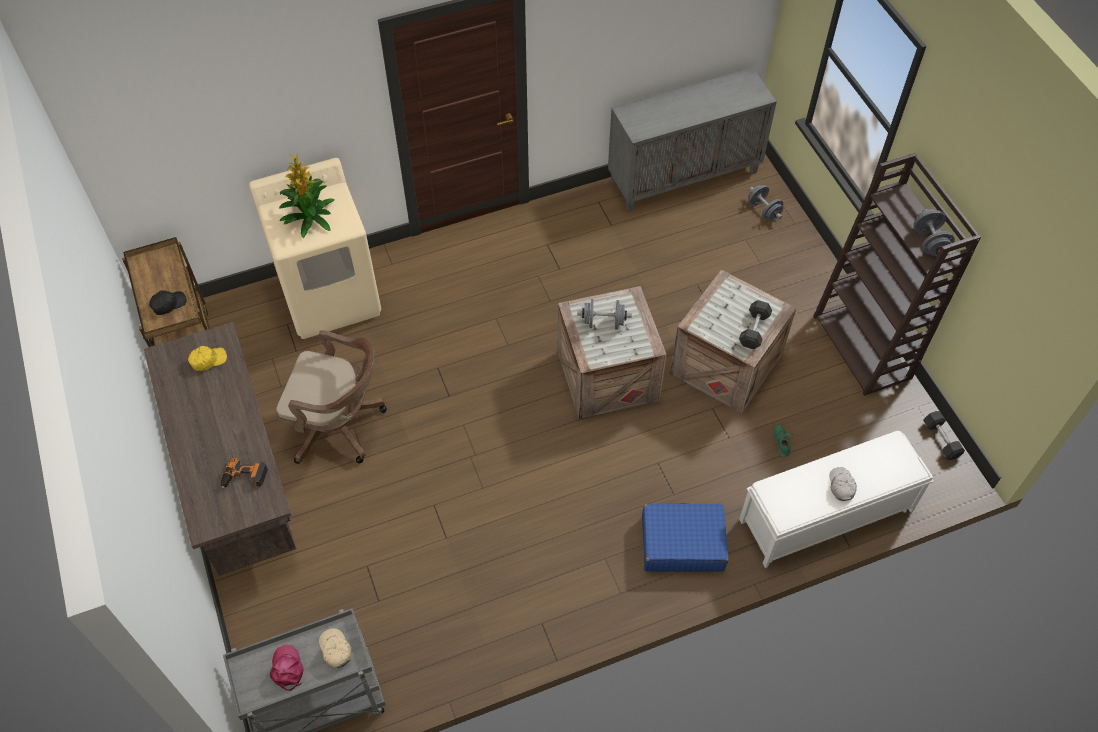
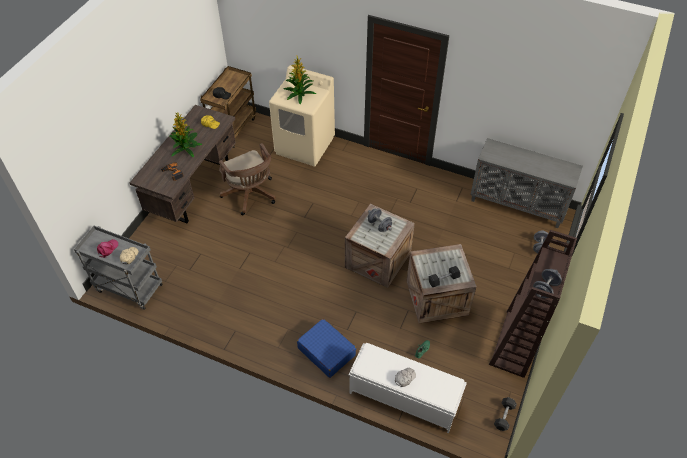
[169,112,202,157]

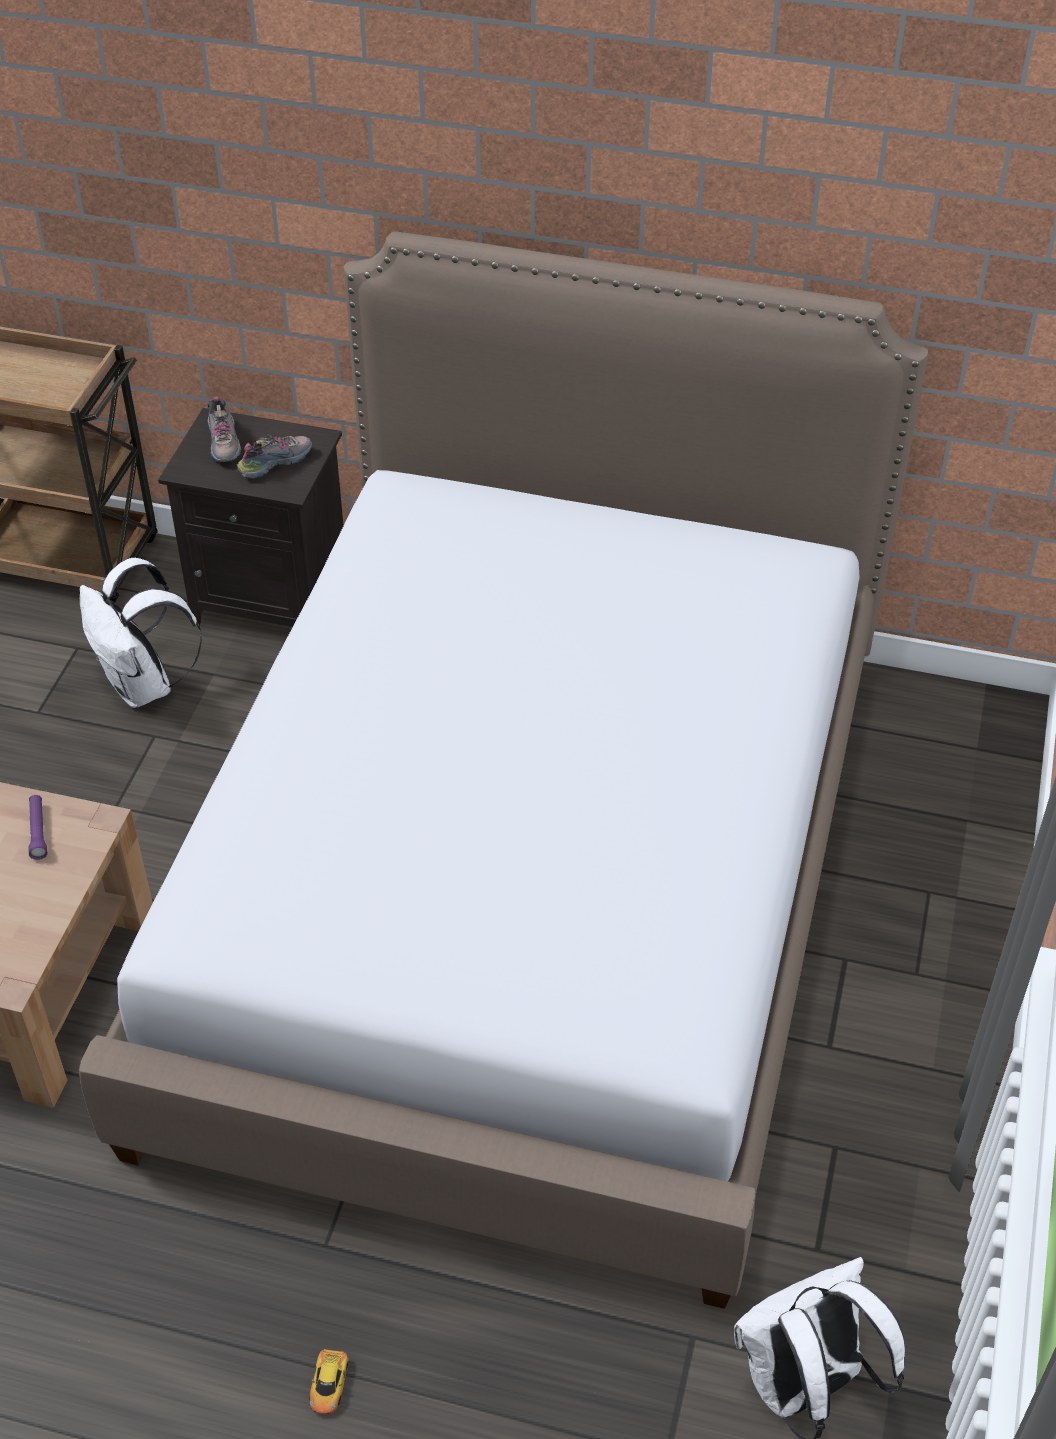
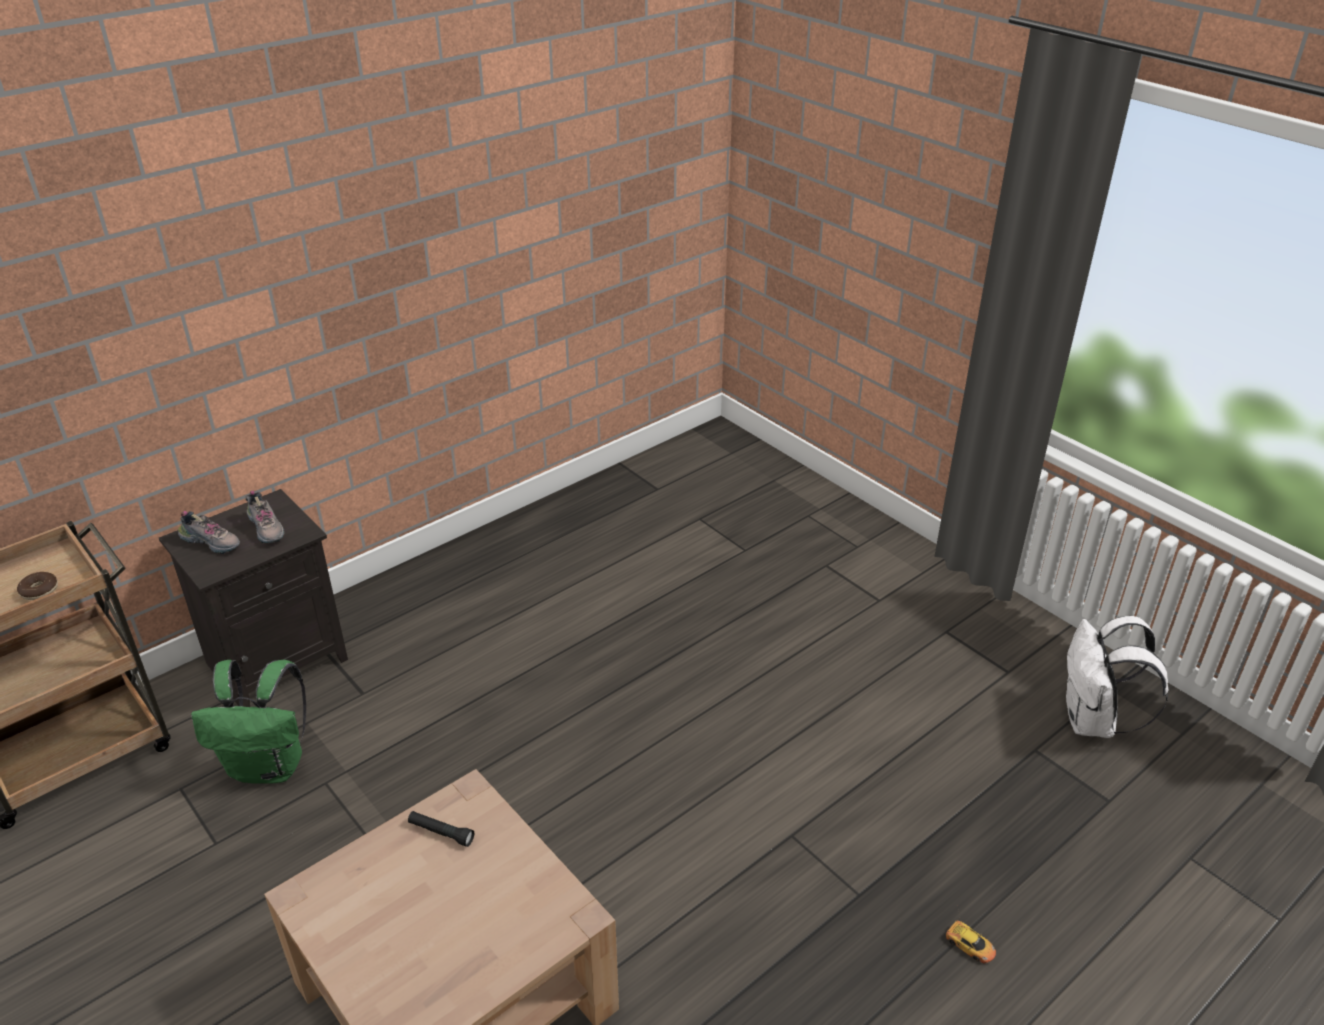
[79,231,928,1309] (first image)
[246,490,284,543]
[191,660,306,784]
[408,811,474,847]
[17,572,58,600]

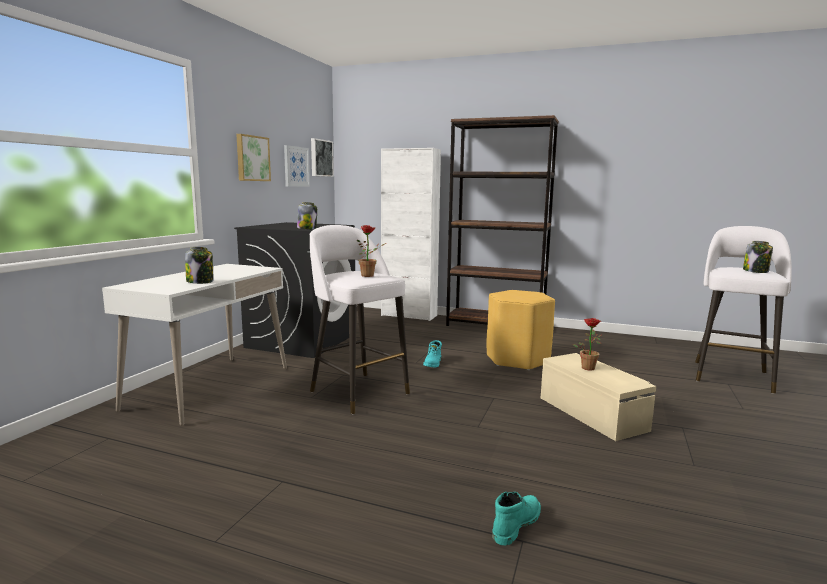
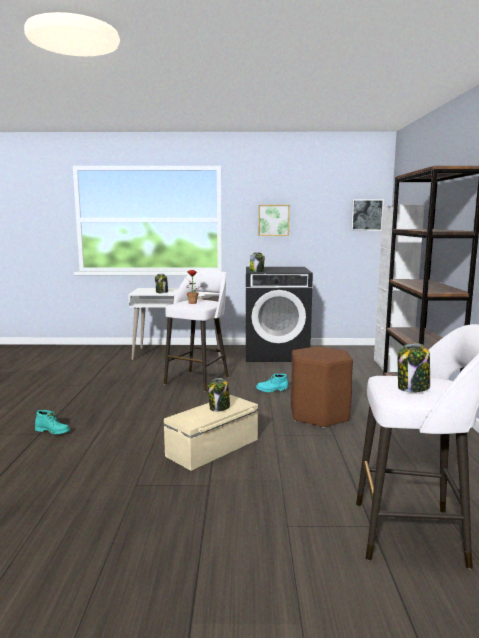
[284,145,310,187] (first image)
[291,346,353,428]
[208,378,230,412]

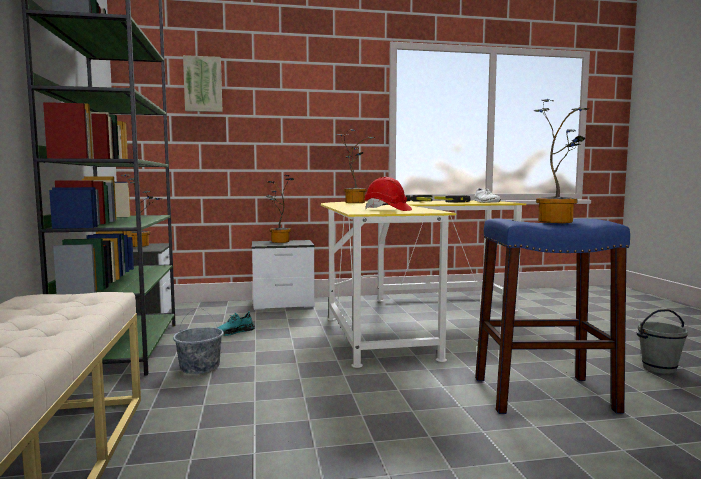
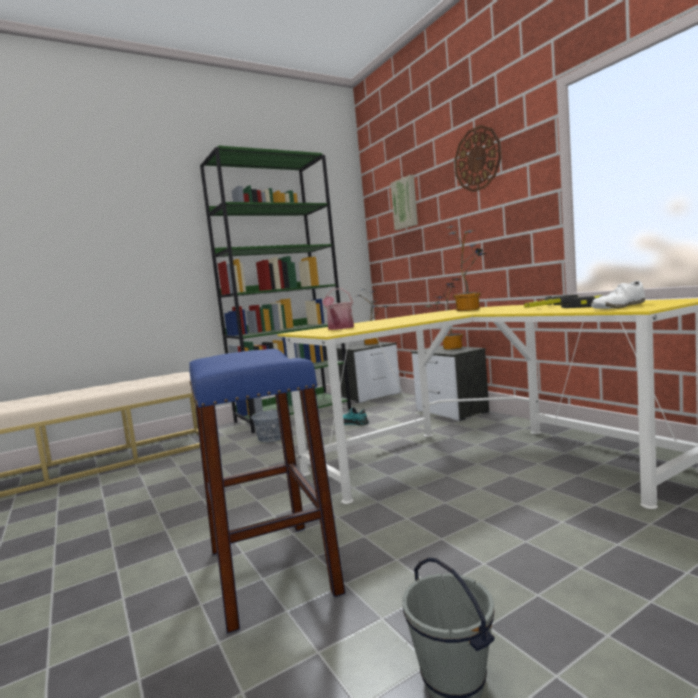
[533,99,589,223] (first image)
[322,288,354,330]
[454,125,501,192]

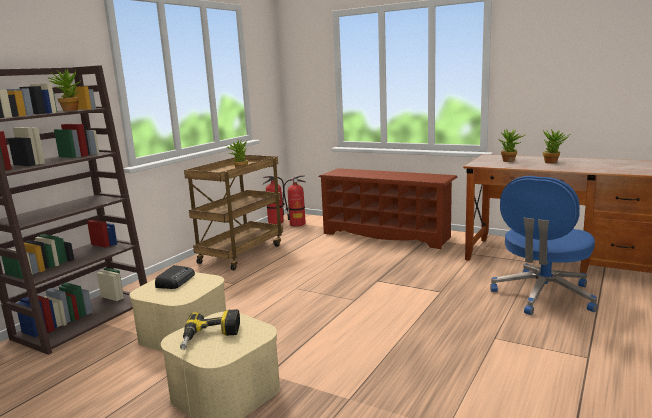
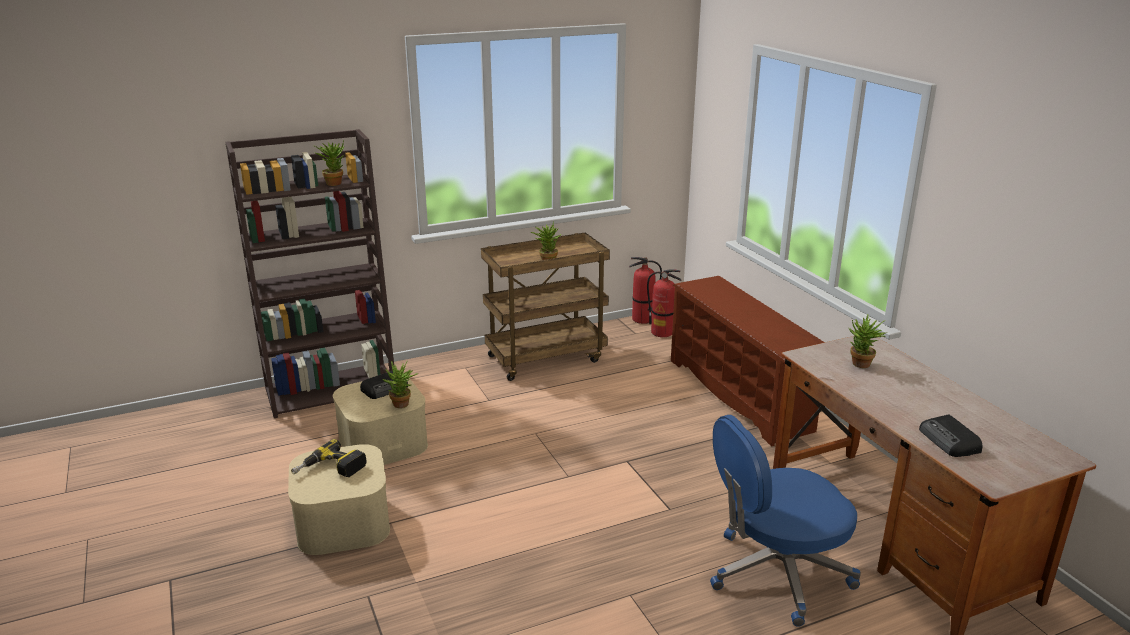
[382,361,419,408]
[919,414,983,457]

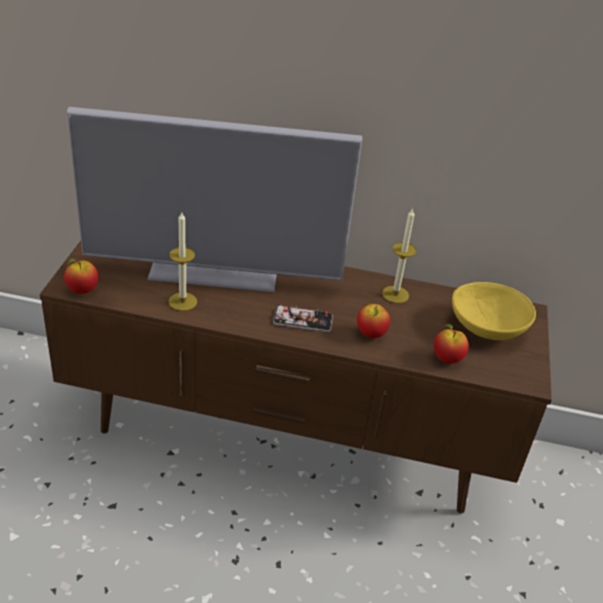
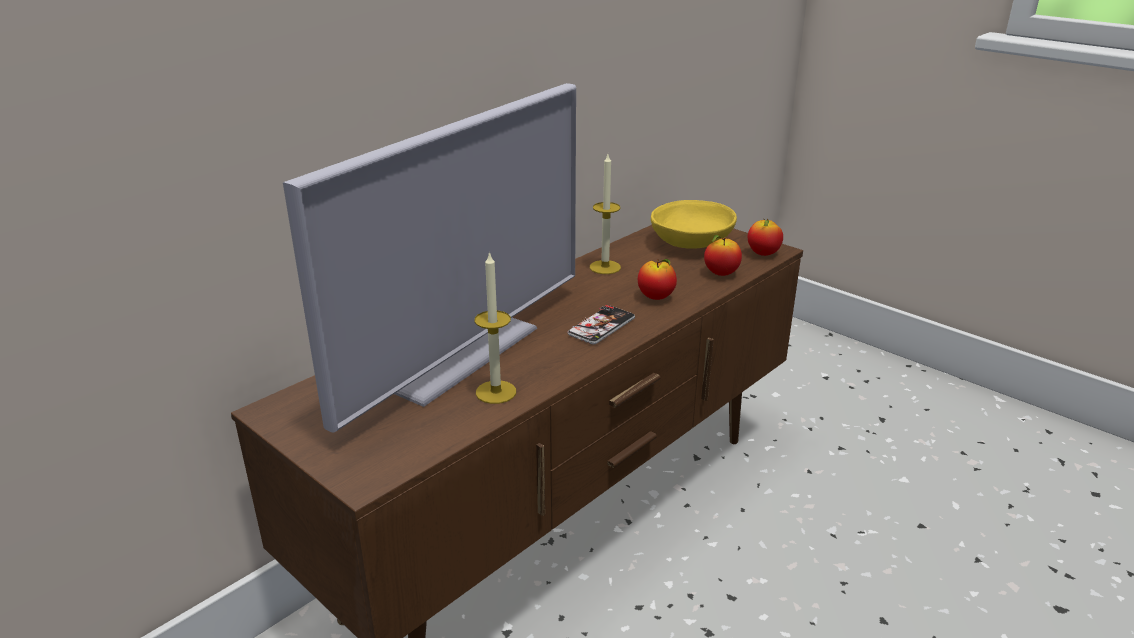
[748,218,783,256]

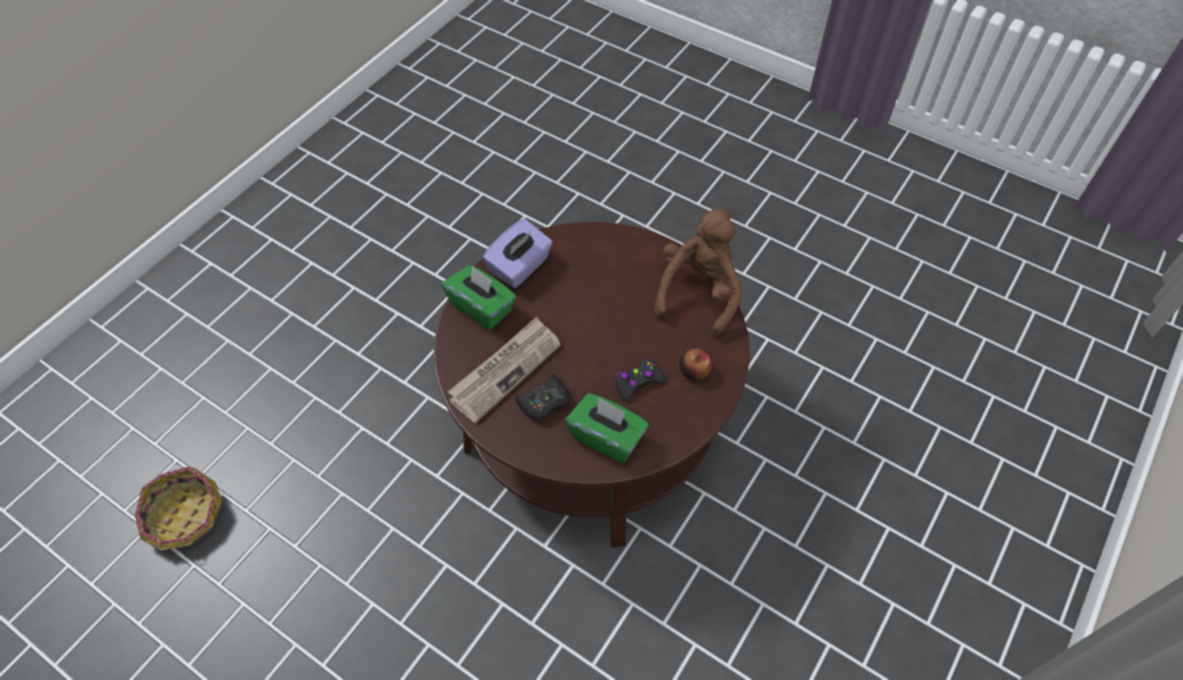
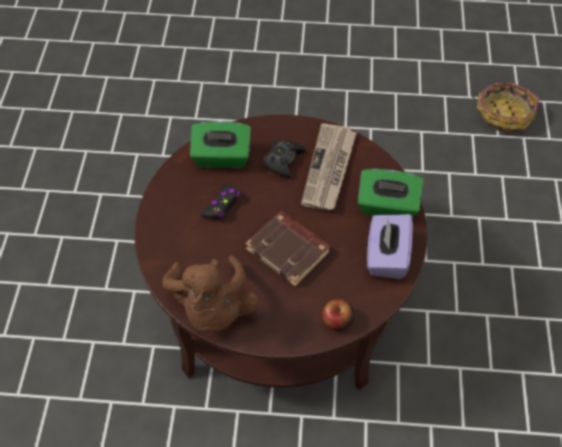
[322,299,354,331]
[245,211,331,287]

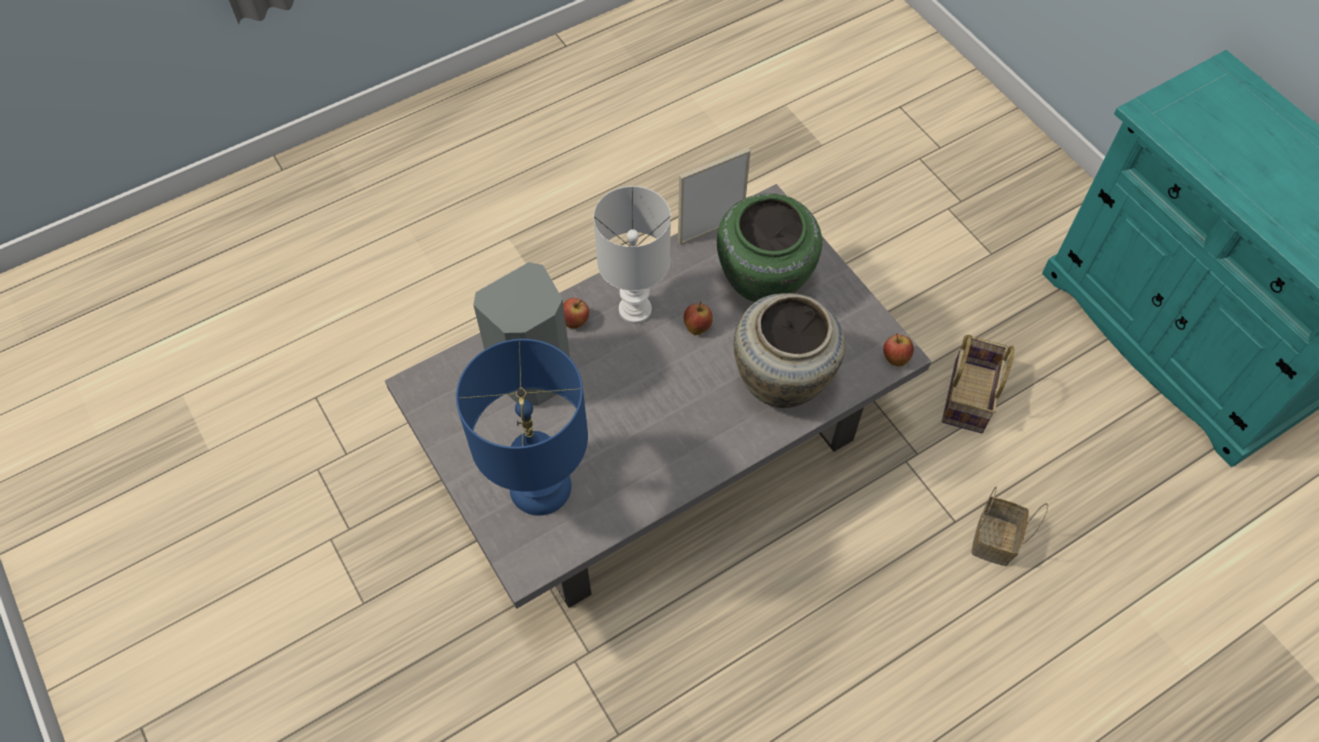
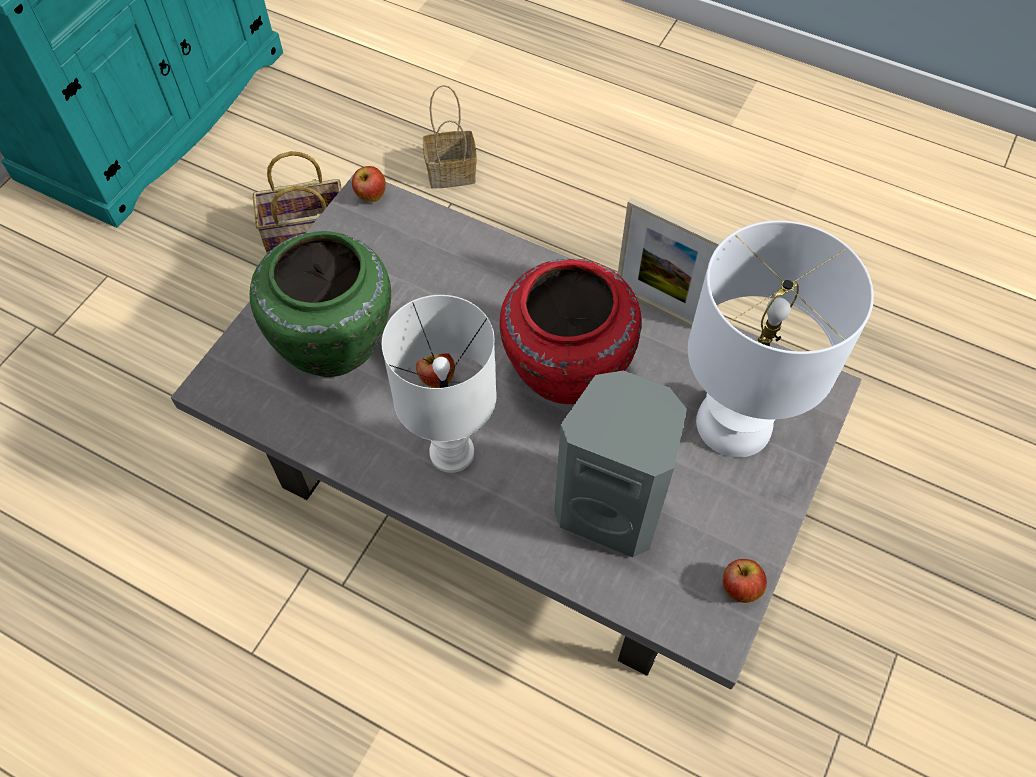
[618,198,723,327]
[734,293,845,408] (first image)
[723,559,767,603]
[688,221,874,458]
[500,258,642,404]

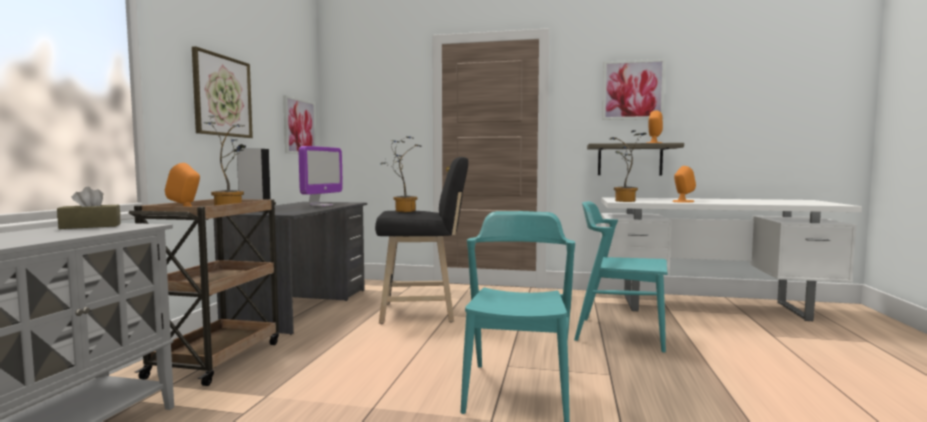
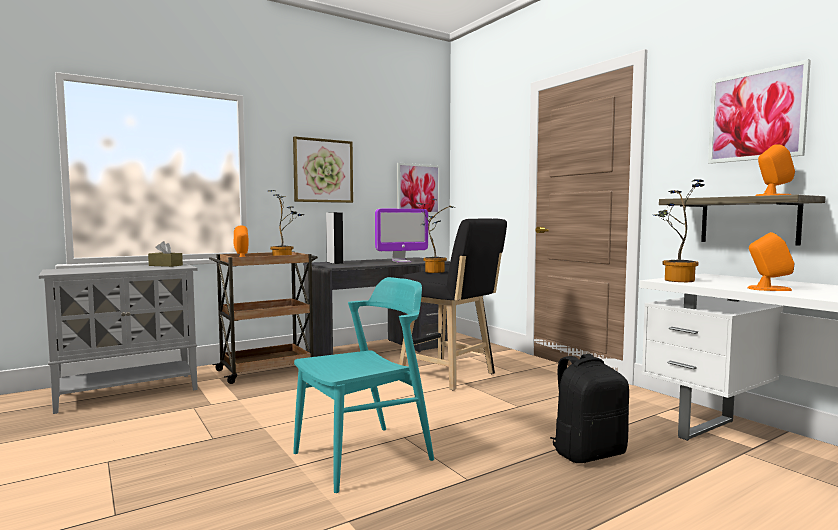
[550,354,629,463]

